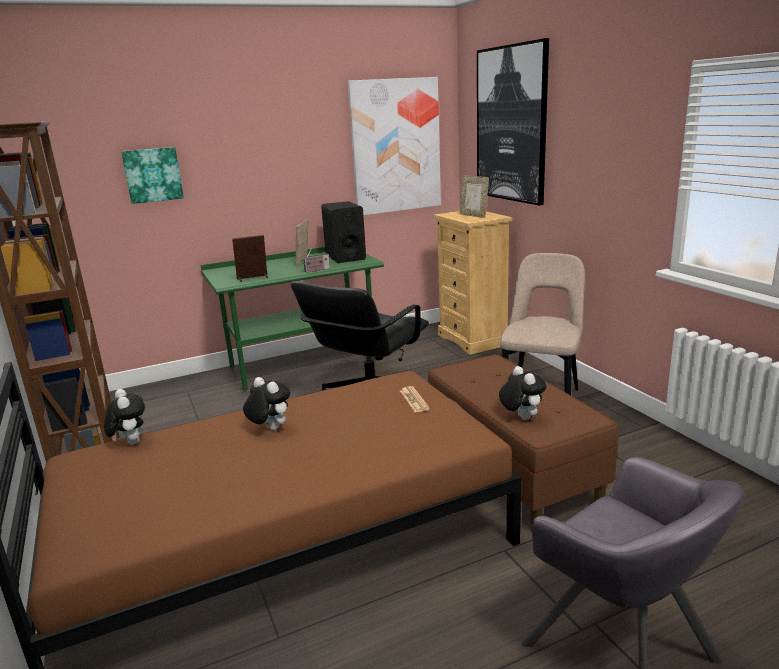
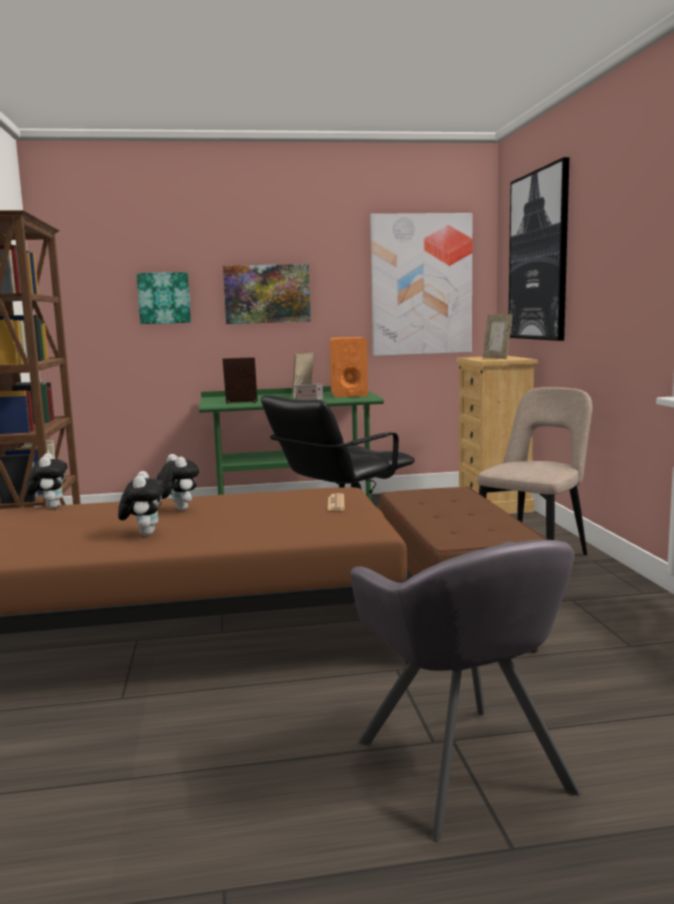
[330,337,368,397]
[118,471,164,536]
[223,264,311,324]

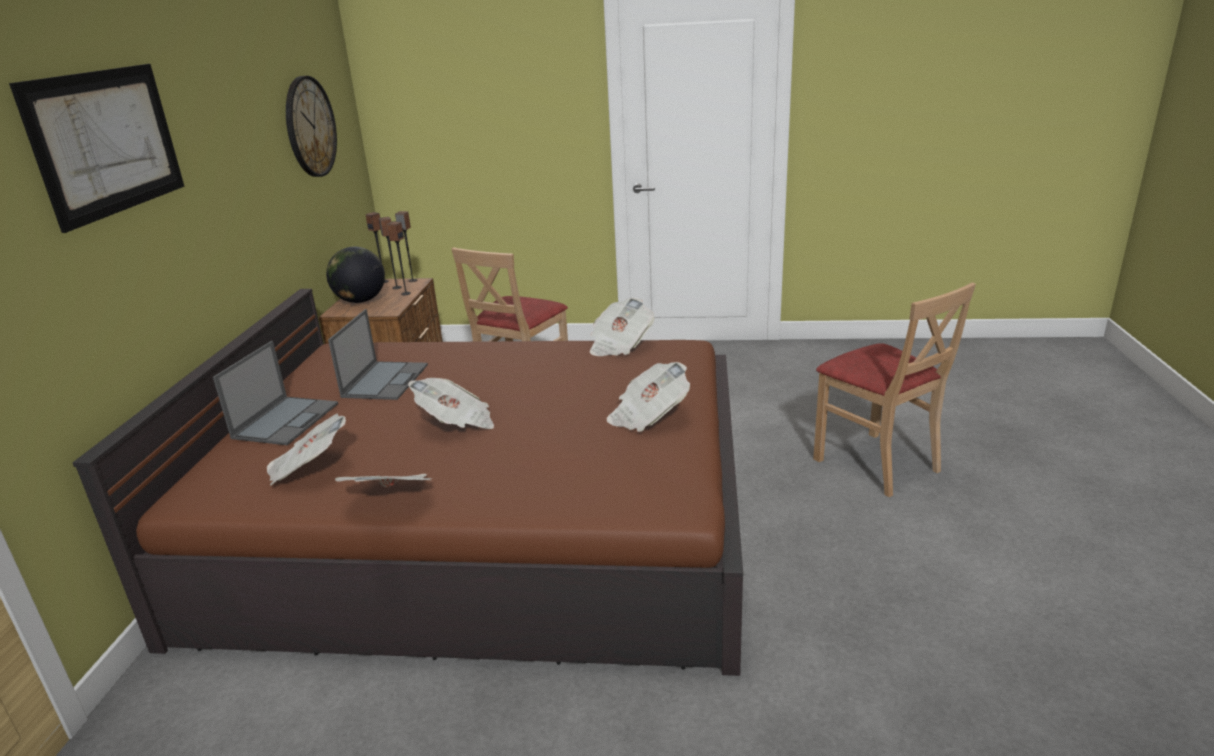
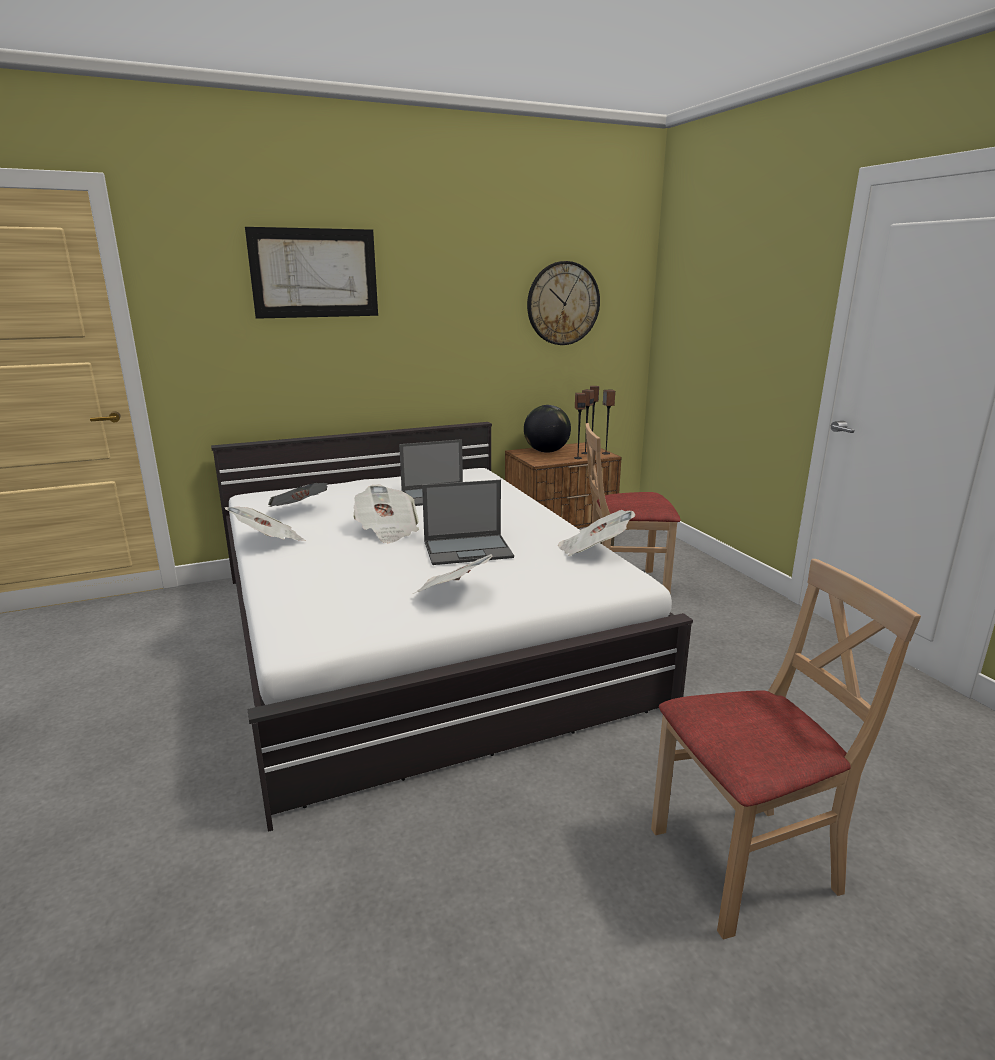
[651,559,921,940]
[211,422,693,832]
[422,480,514,565]

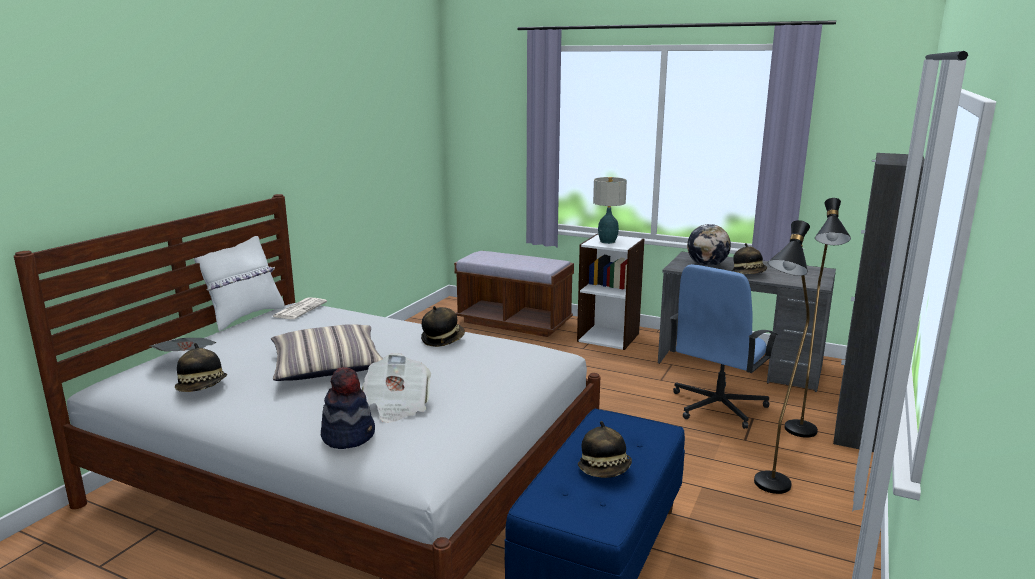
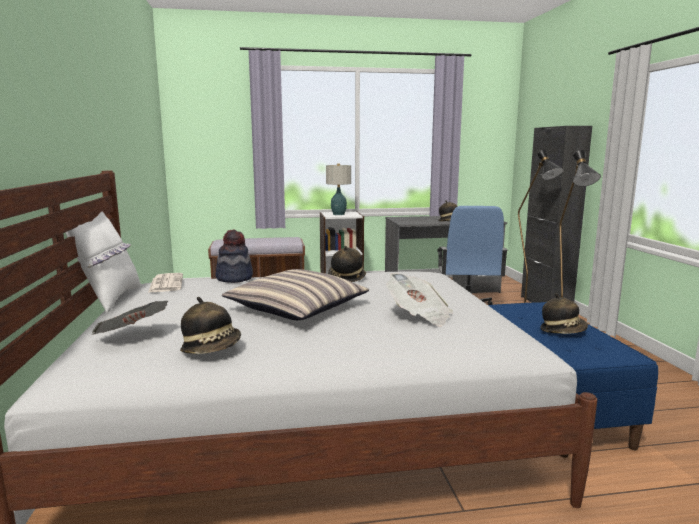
[687,224,731,266] (first image)
[216,230,253,283]

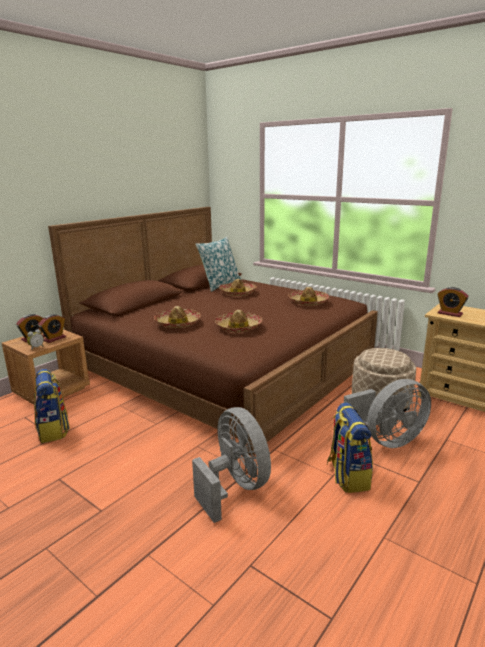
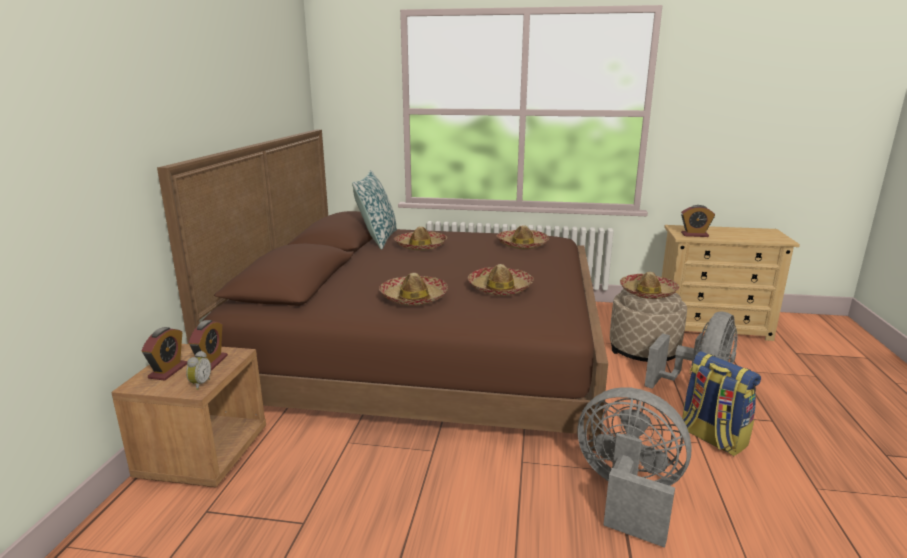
[34,369,70,443] (first image)
[620,272,680,299]

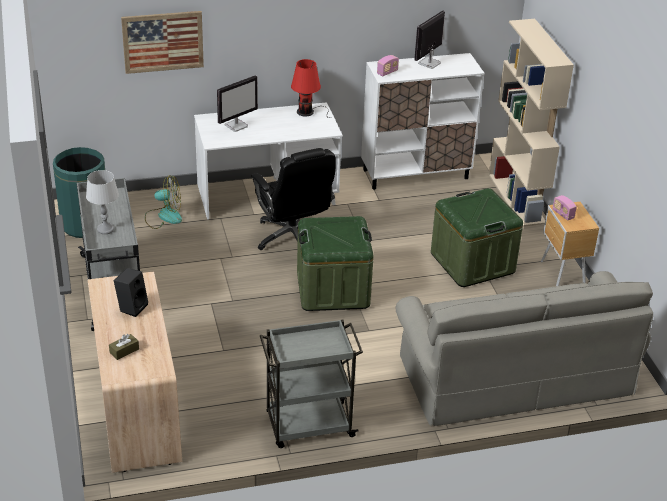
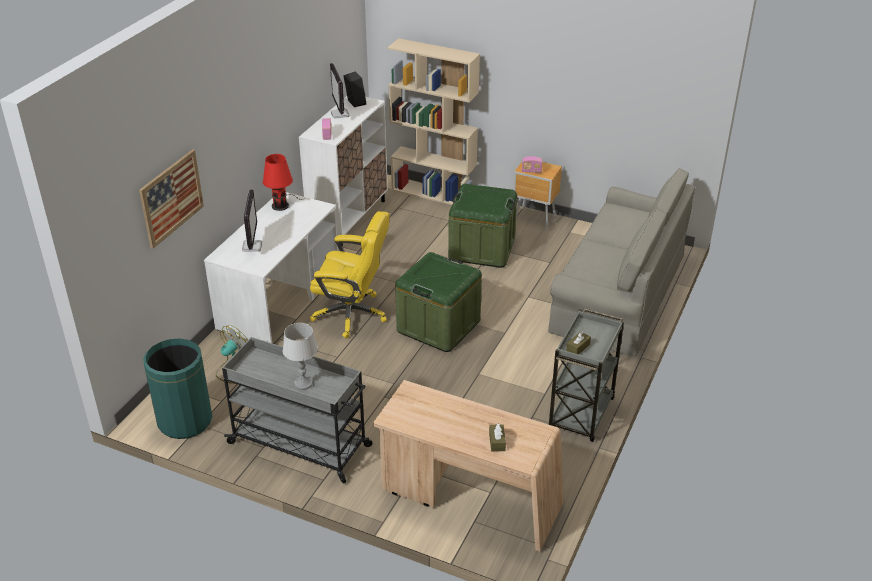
[310,211,390,339]
[343,71,366,107]
[566,331,591,354]

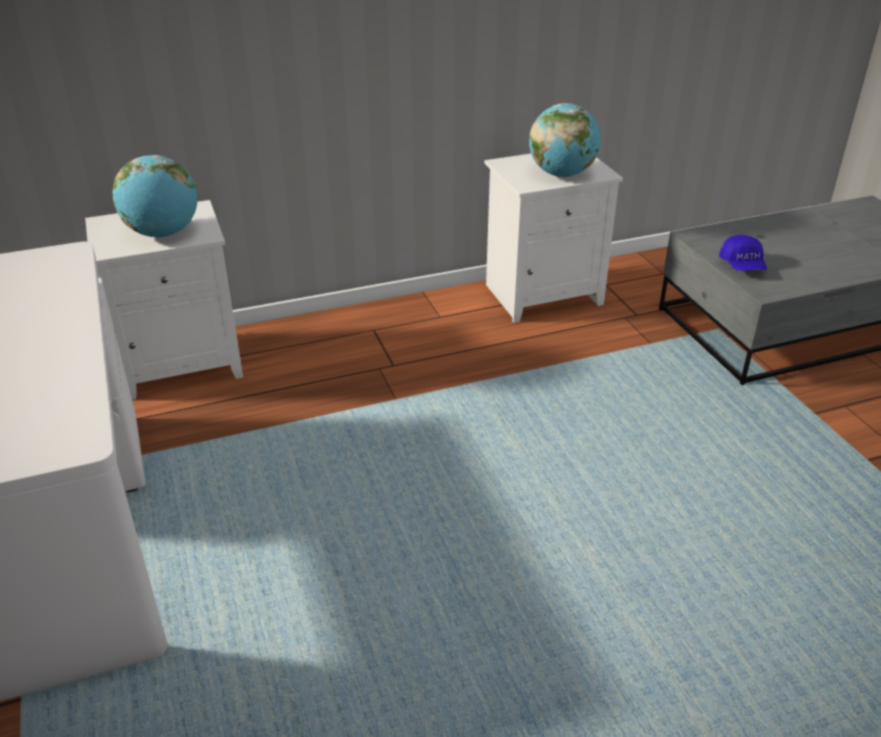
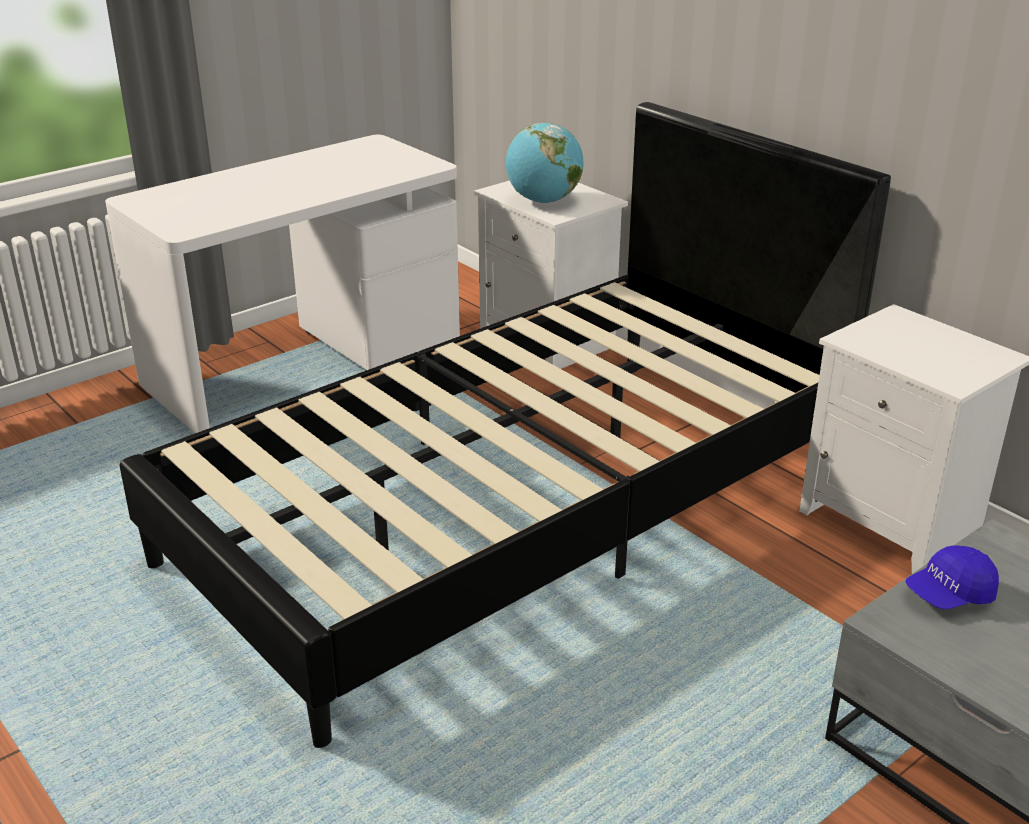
[529,103,601,177] (first image)
[120,102,891,748]

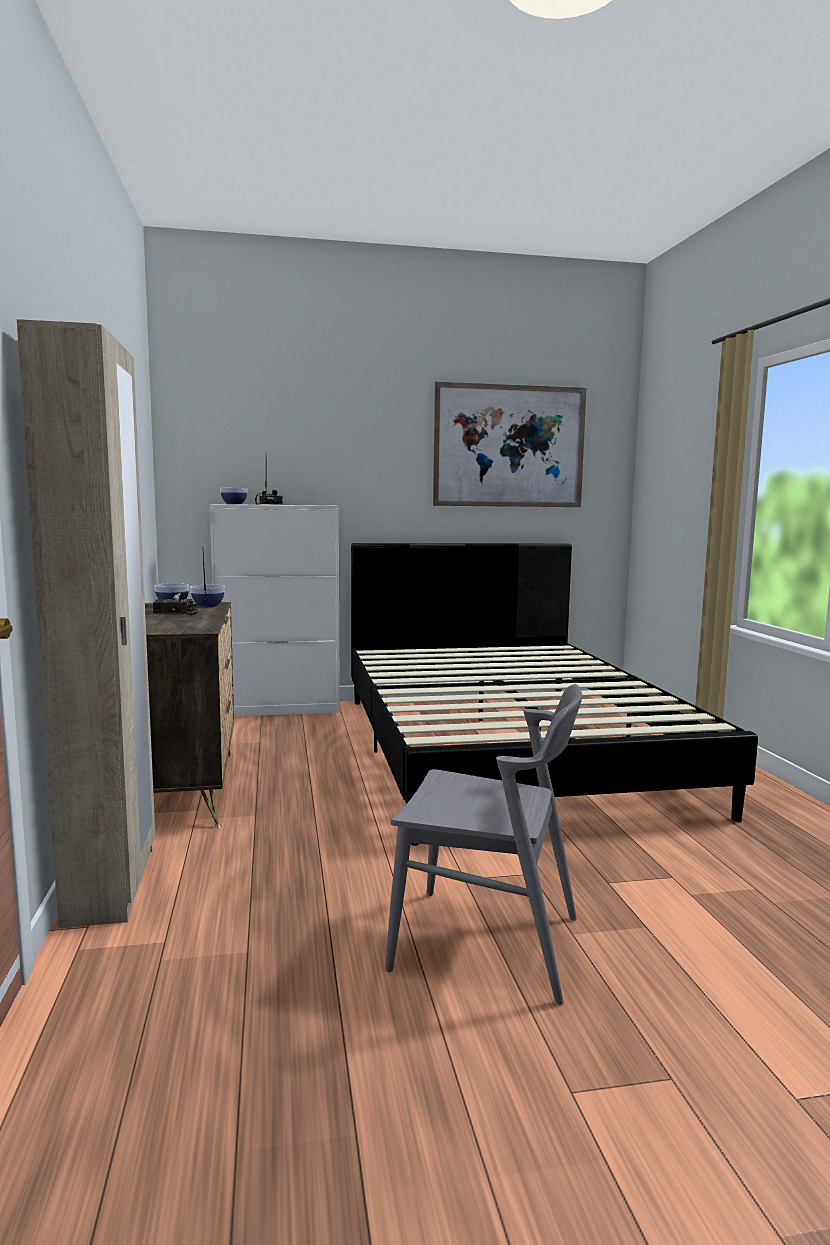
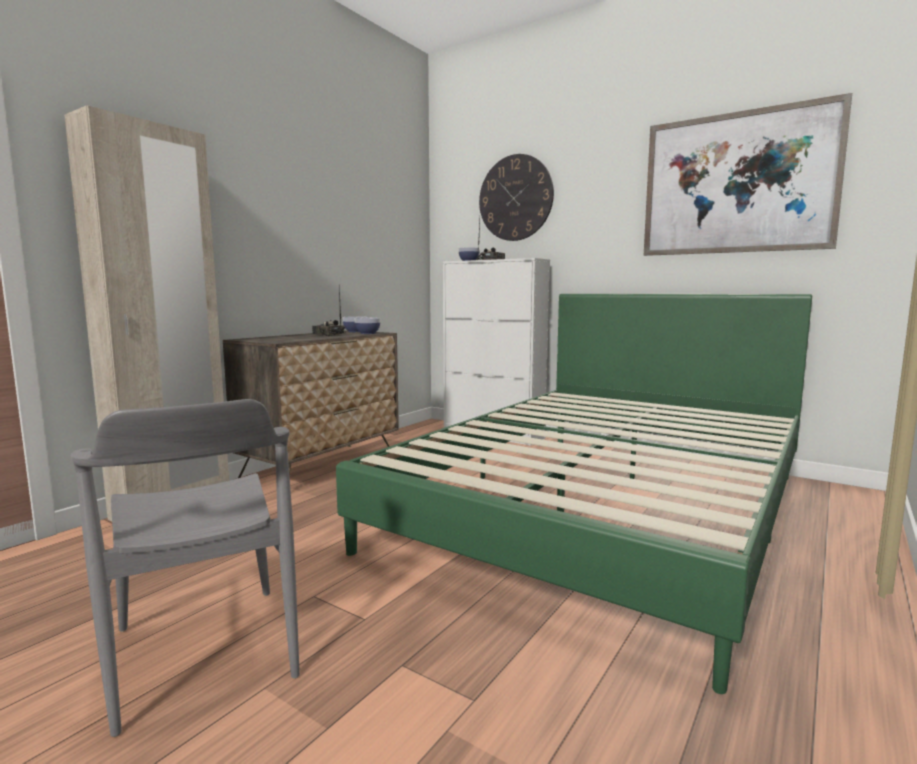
[336,294,812,694]
[479,154,554,241]

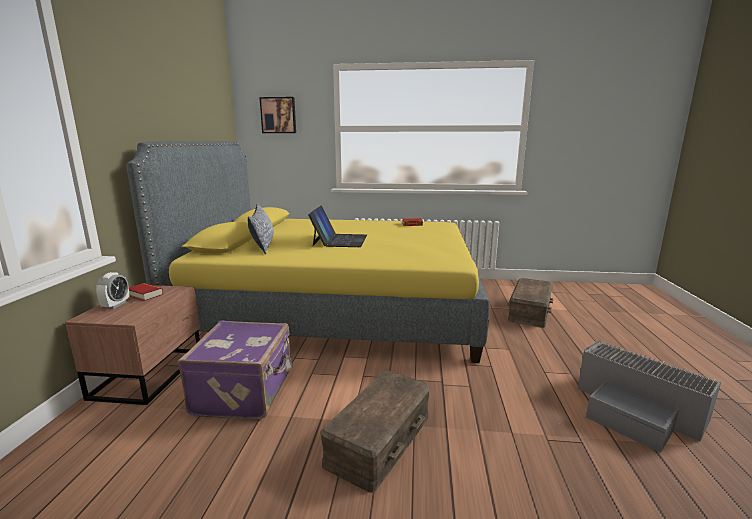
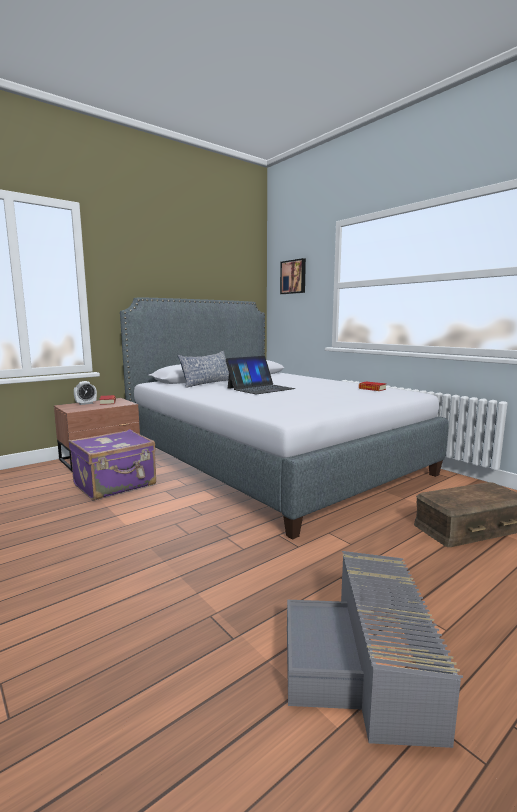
[120,298,449,540]
[320,371,430,493] (first image)

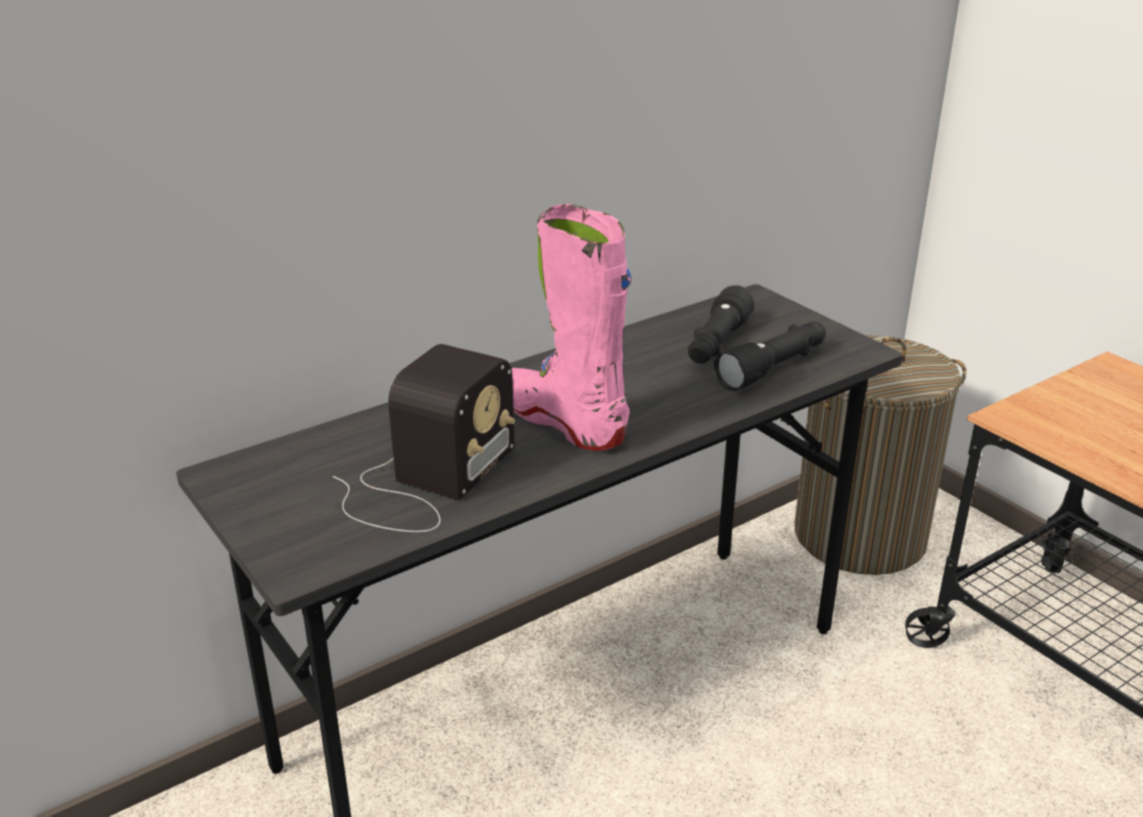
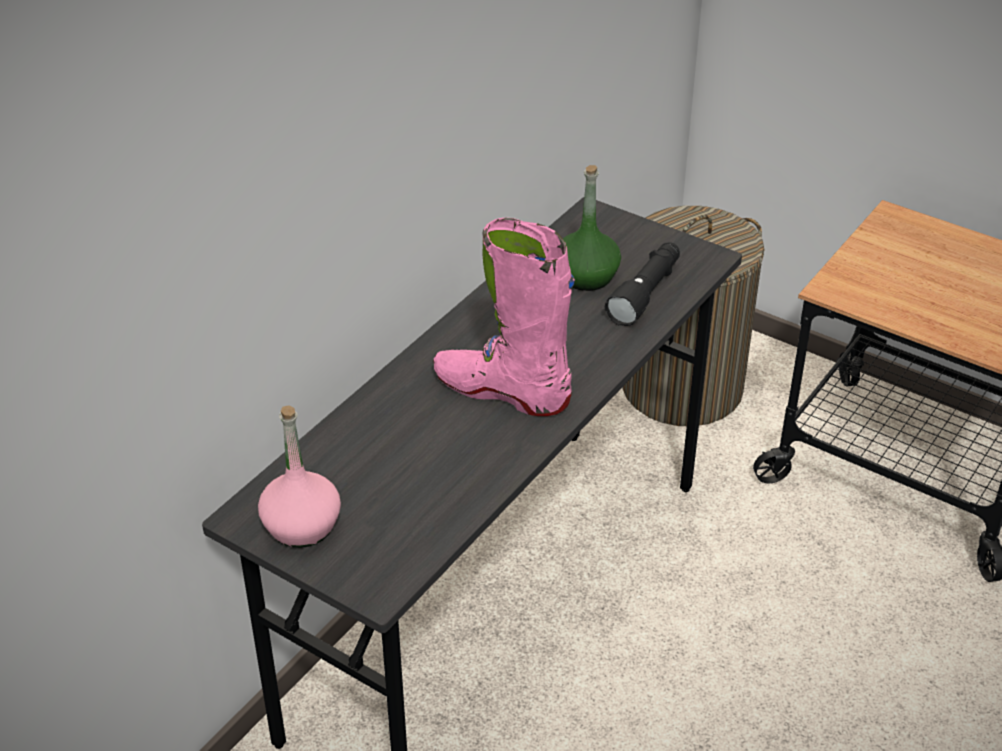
[563,165,621,291]
[333,344,515,532] (first image)
[258,405,341,548]

